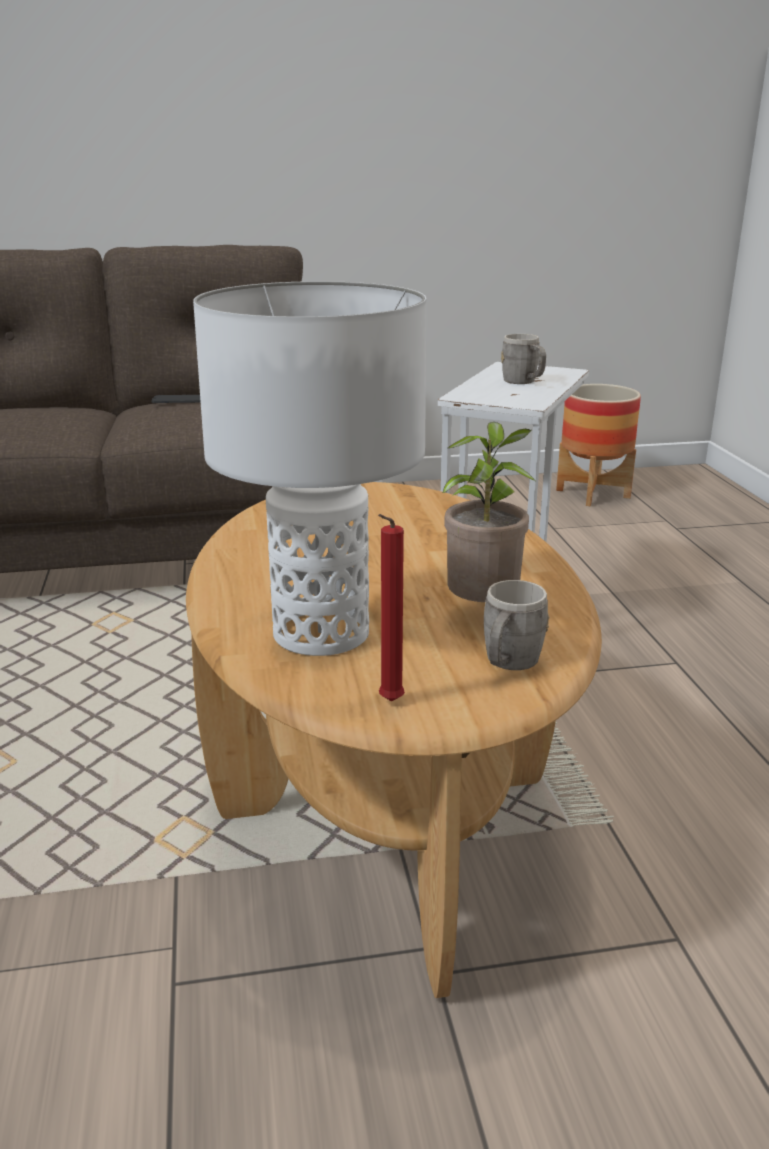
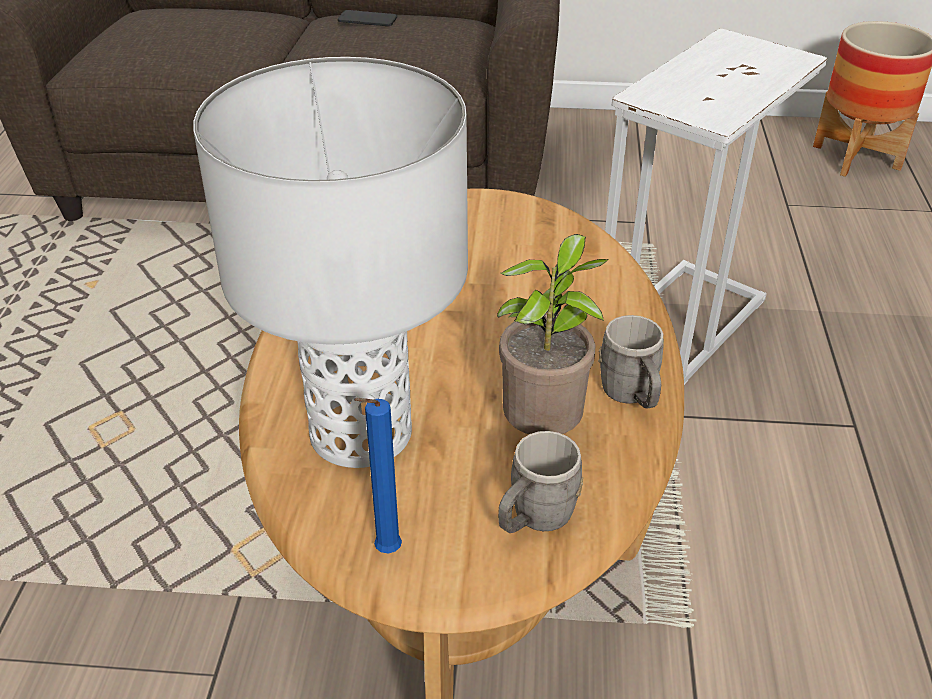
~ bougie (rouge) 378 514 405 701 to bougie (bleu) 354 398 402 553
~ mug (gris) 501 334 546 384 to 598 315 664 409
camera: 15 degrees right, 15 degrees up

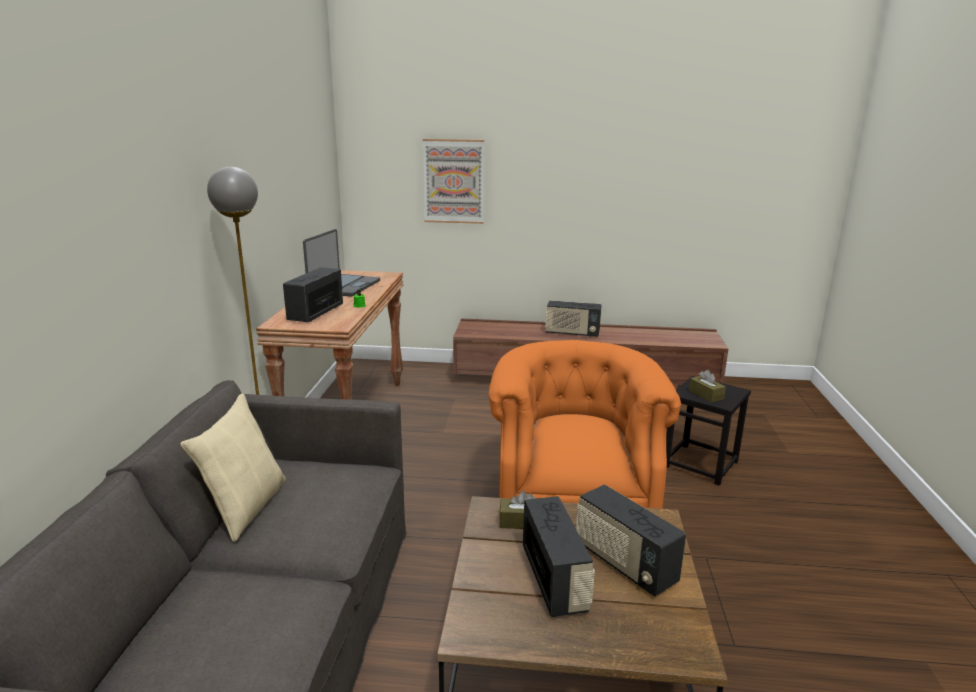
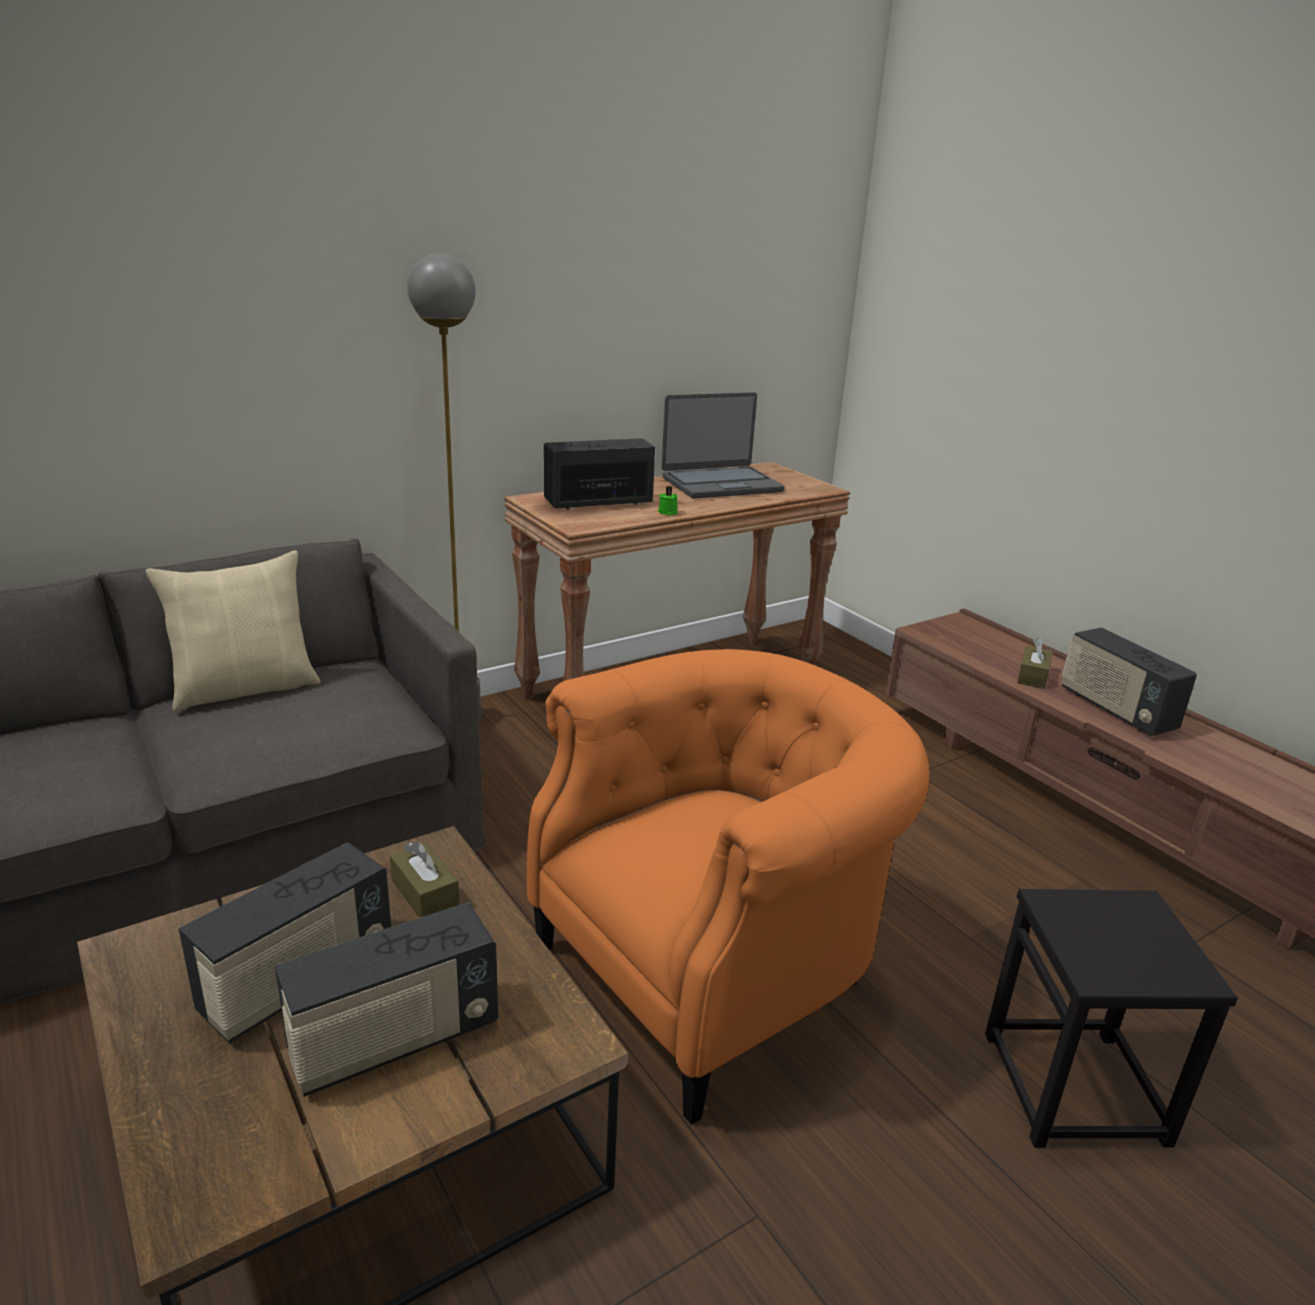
- tableau 423 139 484 224
~ radio 576 484 686 597 = 275 902 498 1097 135 degrees counterclockwise
~ boîte à mouchoirs (marron) 689 370 726 403 to 1017 637 1053 689
camera: 50 degrees right, 5 degrees up

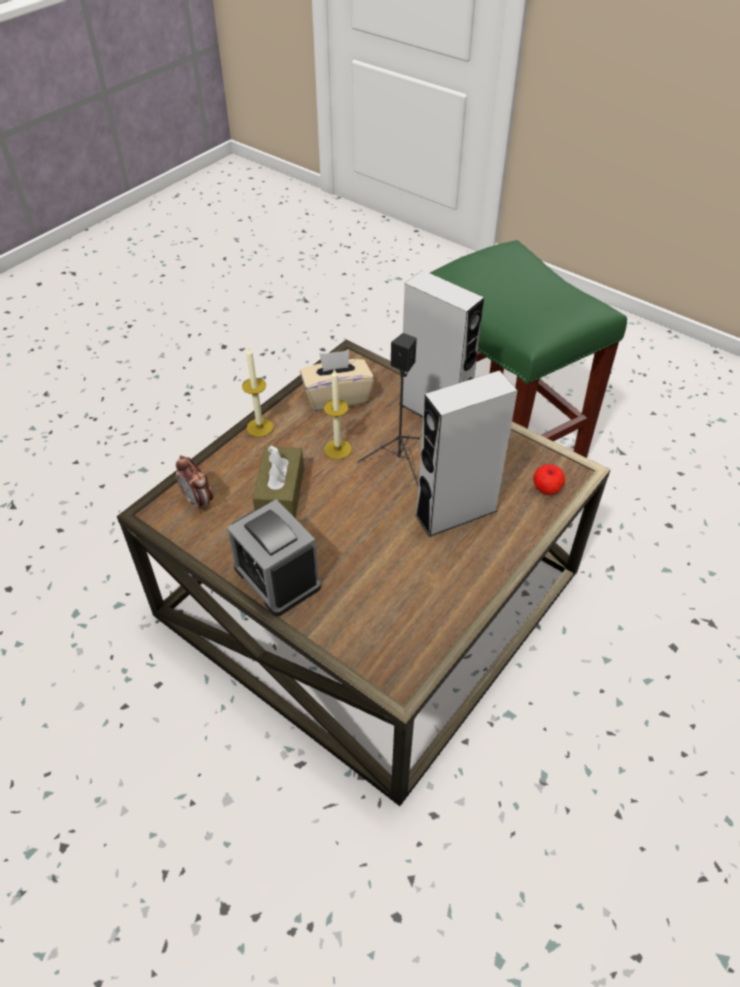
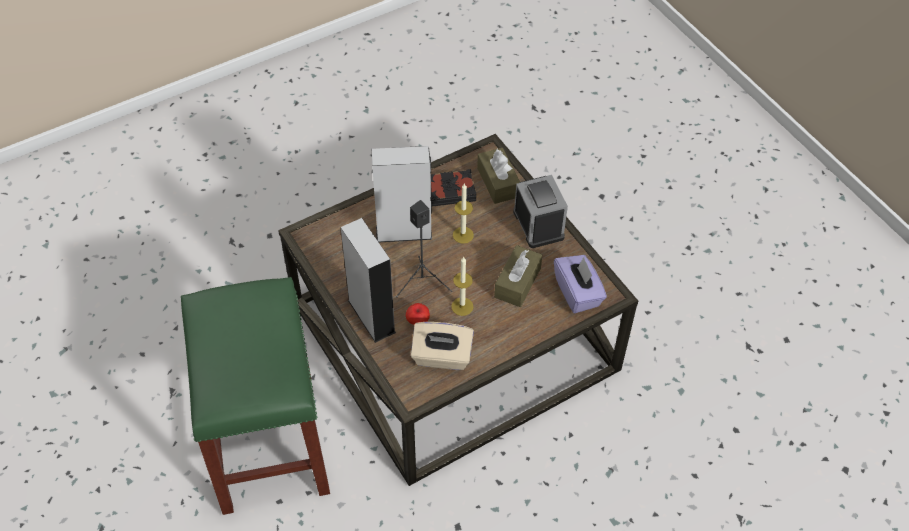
~ réveil 176 455 213 512 to boîte à mouchoirs (violet) 554 255 607 313
~ bougie 242 346 274 437 to 453 183 474 244
~ pomme 533 464 565 495 to 406 303 430 325
+ livre (noir) 431 169 476 207
+ boîte à mouchoirs (marron) 477 148 520 204
camera: 160 degrees left, 5 degrees up

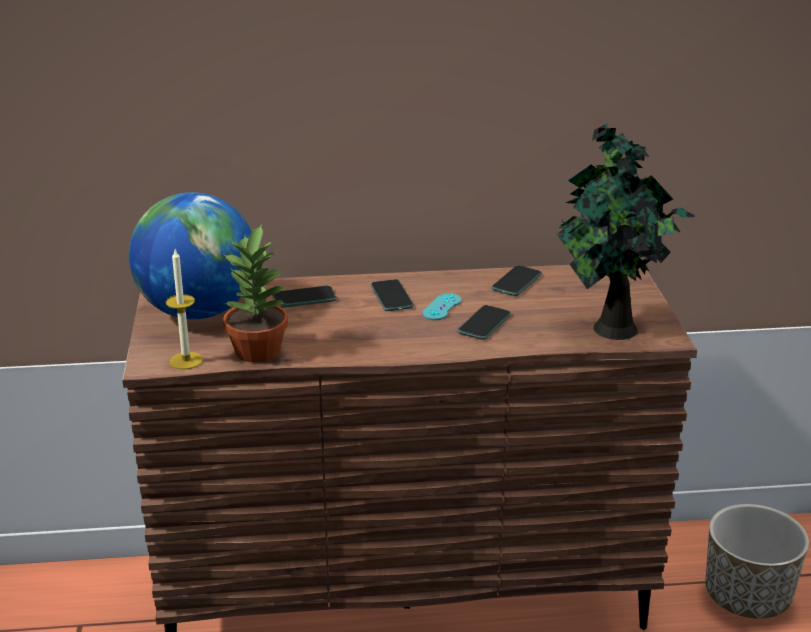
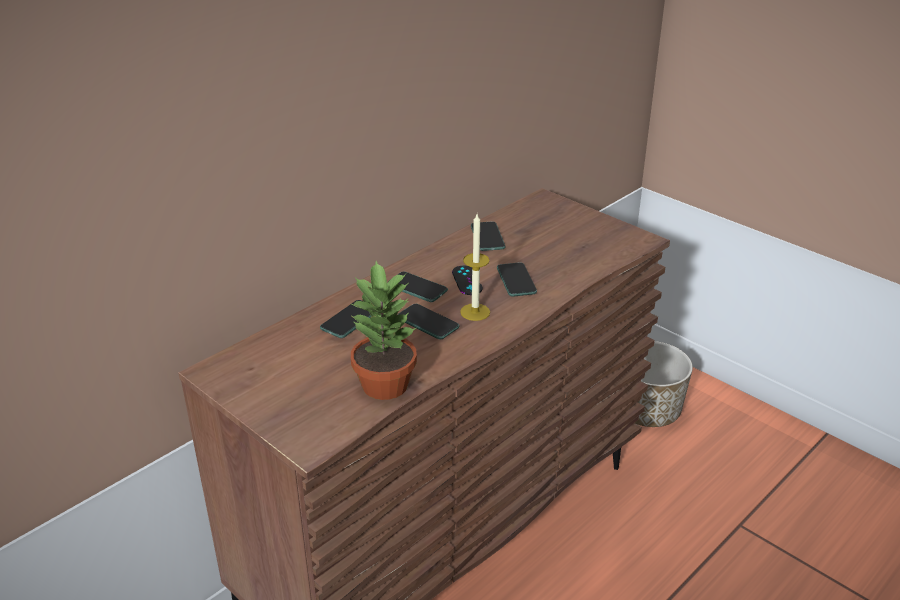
- globe 129 192 251 319
~ bougie 166 250 203 369 to 460 214 490 321
~ manette (turquoise) 422 293 461 320 to manette (noir) 452 266 483 295
- plante en pot 557 123 695 340
+ téléphone 397 304 460 339
camera: 40 degrees left, 5 degrees up

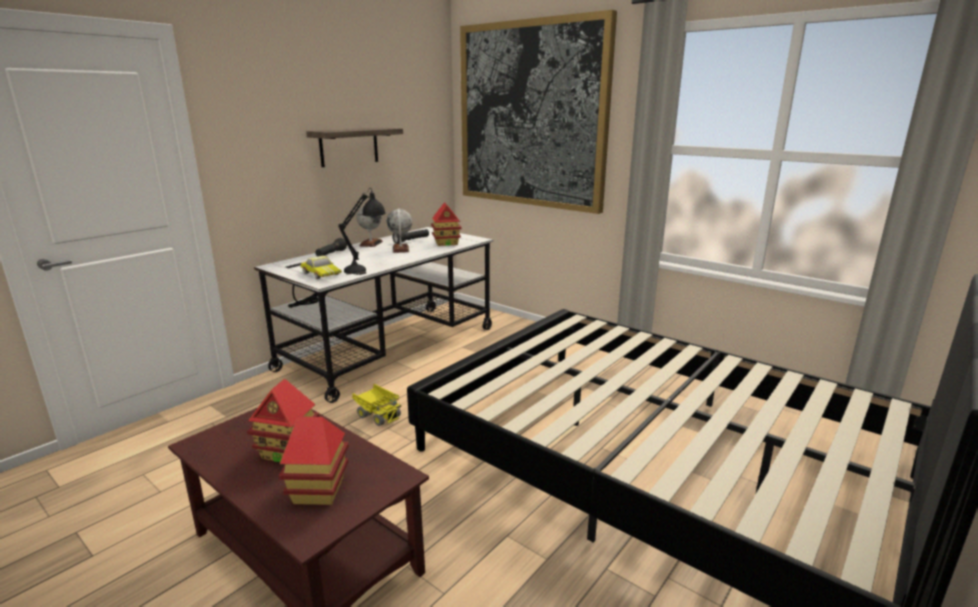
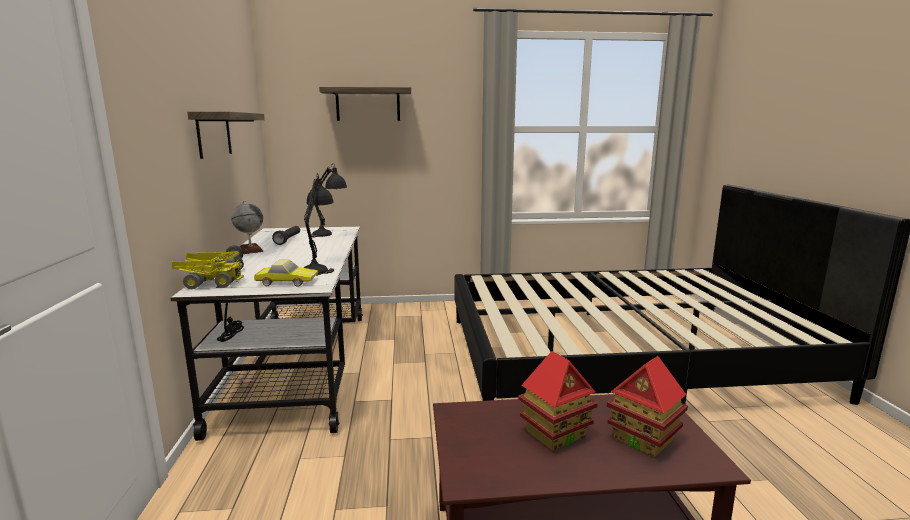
~ camion jouet 352 384 401 426 to 172 251 245 289
- globe 387 209 412 253
~ maison miniature 431 202 462 246 to lampe de table (noir) 311 163 347 237
~ tableau 460 10 617 214 to étagère 319 87 411 121
camera: 45 degrees left, 5 degrees down

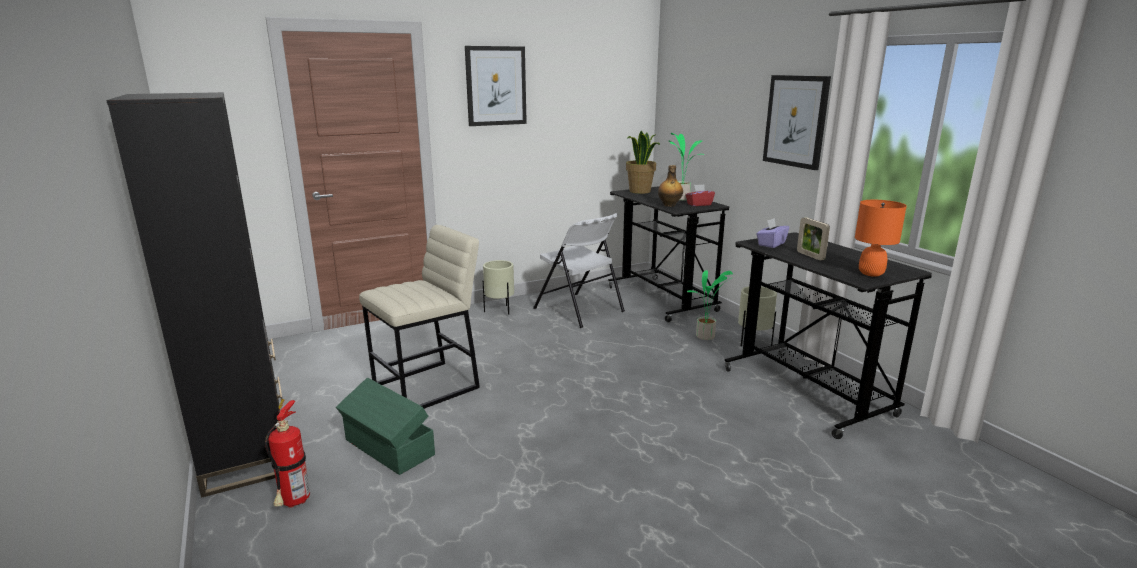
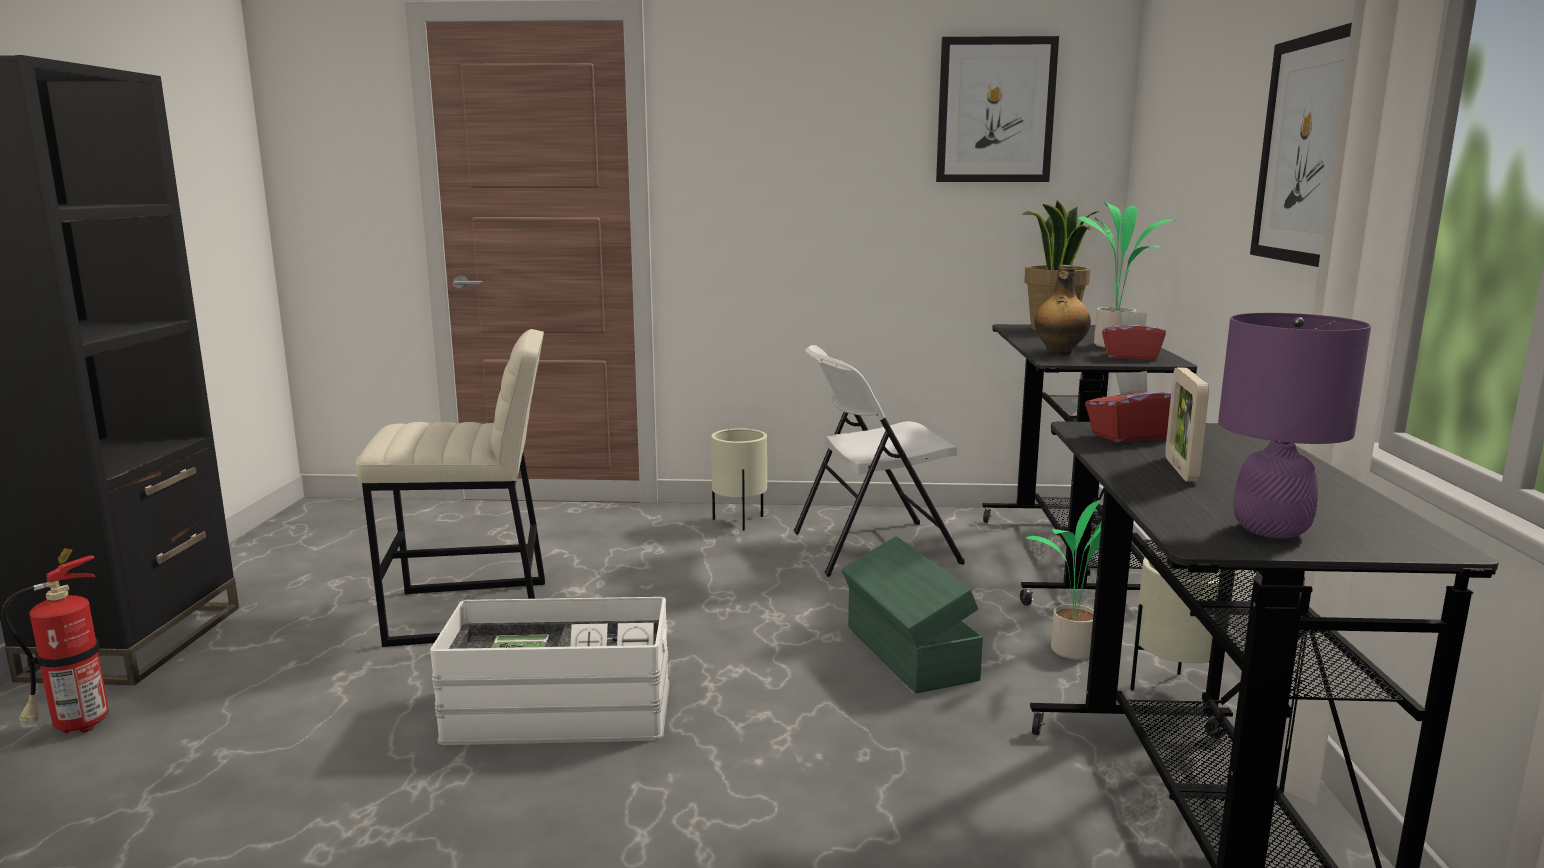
~ boîte de rangement (vert) 336 378 435 475 to 841 536 983 693
~ tableau 465 46 527 126 to 936 36 1059 182
~ chaise (blanc) 533 213 625 328 = 794 345 965 577 90 degrees clockwise
~ boîte à mouchoirs (violet) 756 218 789 248 to boîte à mouchoirs (rouge) 1085 371 1171 442
~ lampe de table (orange) 855 200 907 277 to lampe de table (violet) 1218 313 1371 539
+ boîte de rangement (blanc) 430 597 670 745
camera: 30 degrees right, 5 degrees down

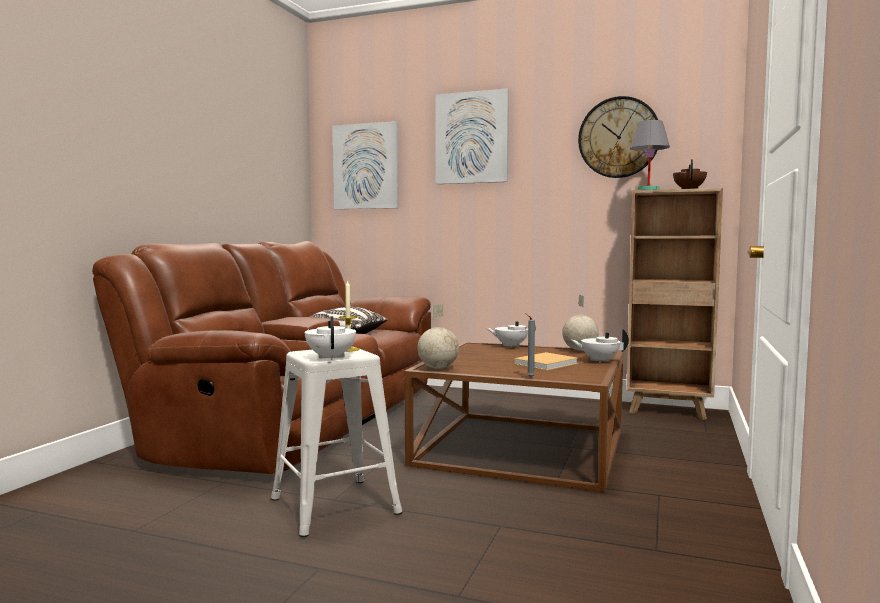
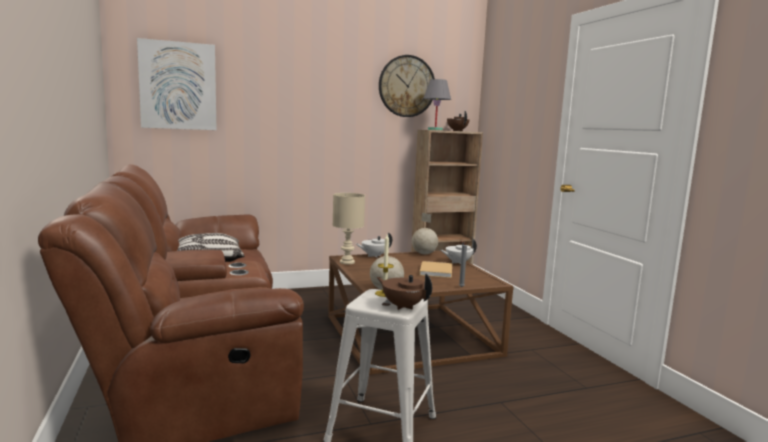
~ théière (blanc) 305 316 356 360 to théière (marron) 377 273 432 310
- tableau 435 88 509 184
+ lampe de table (beige) 333 193 365 264
camera: 40 degrees left, 5 degrees up

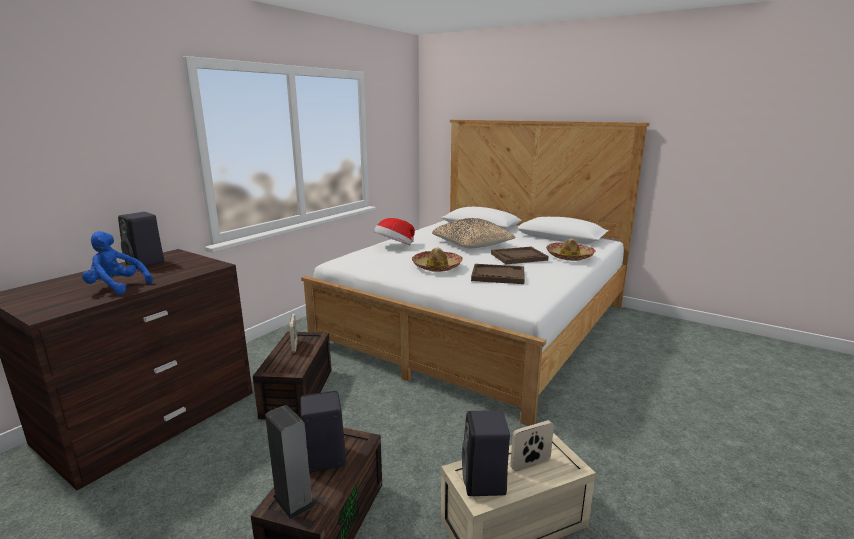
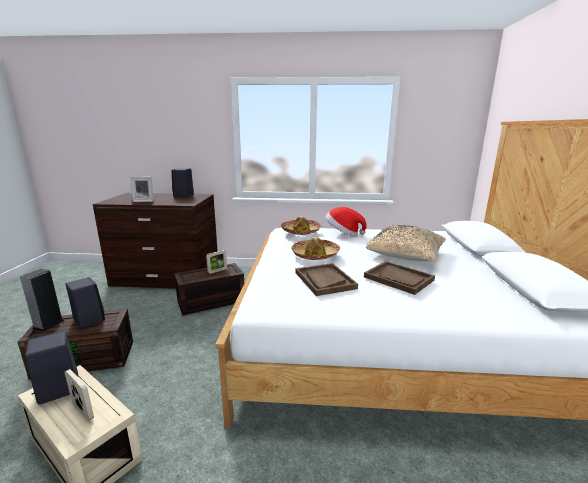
~ peluche (bleu) 82 231 153 294 to cadre photo 130 177 154 202
~ chapeau 546 238 596 261 to 281 216 321 235
camera: 60 degrees right, 0 degrees up

